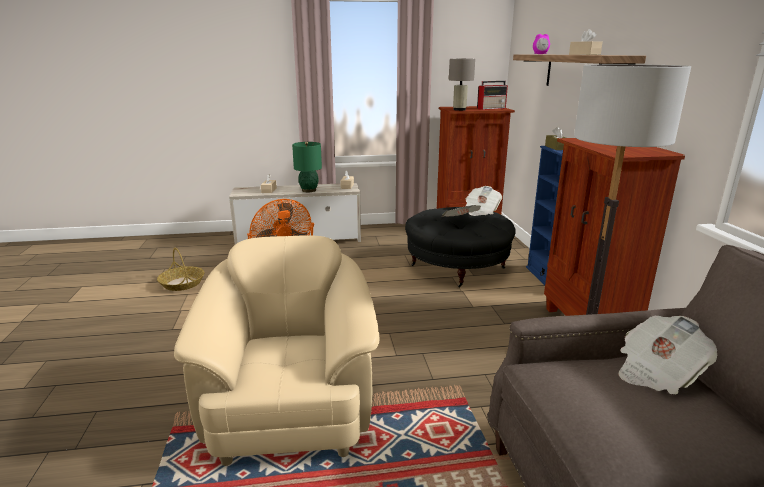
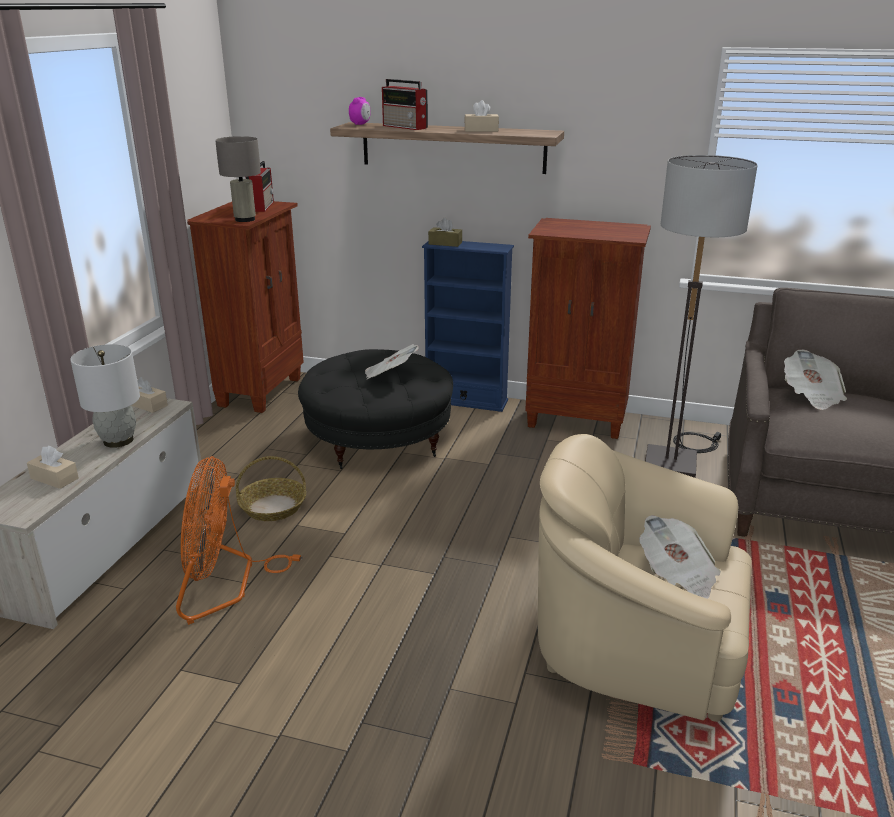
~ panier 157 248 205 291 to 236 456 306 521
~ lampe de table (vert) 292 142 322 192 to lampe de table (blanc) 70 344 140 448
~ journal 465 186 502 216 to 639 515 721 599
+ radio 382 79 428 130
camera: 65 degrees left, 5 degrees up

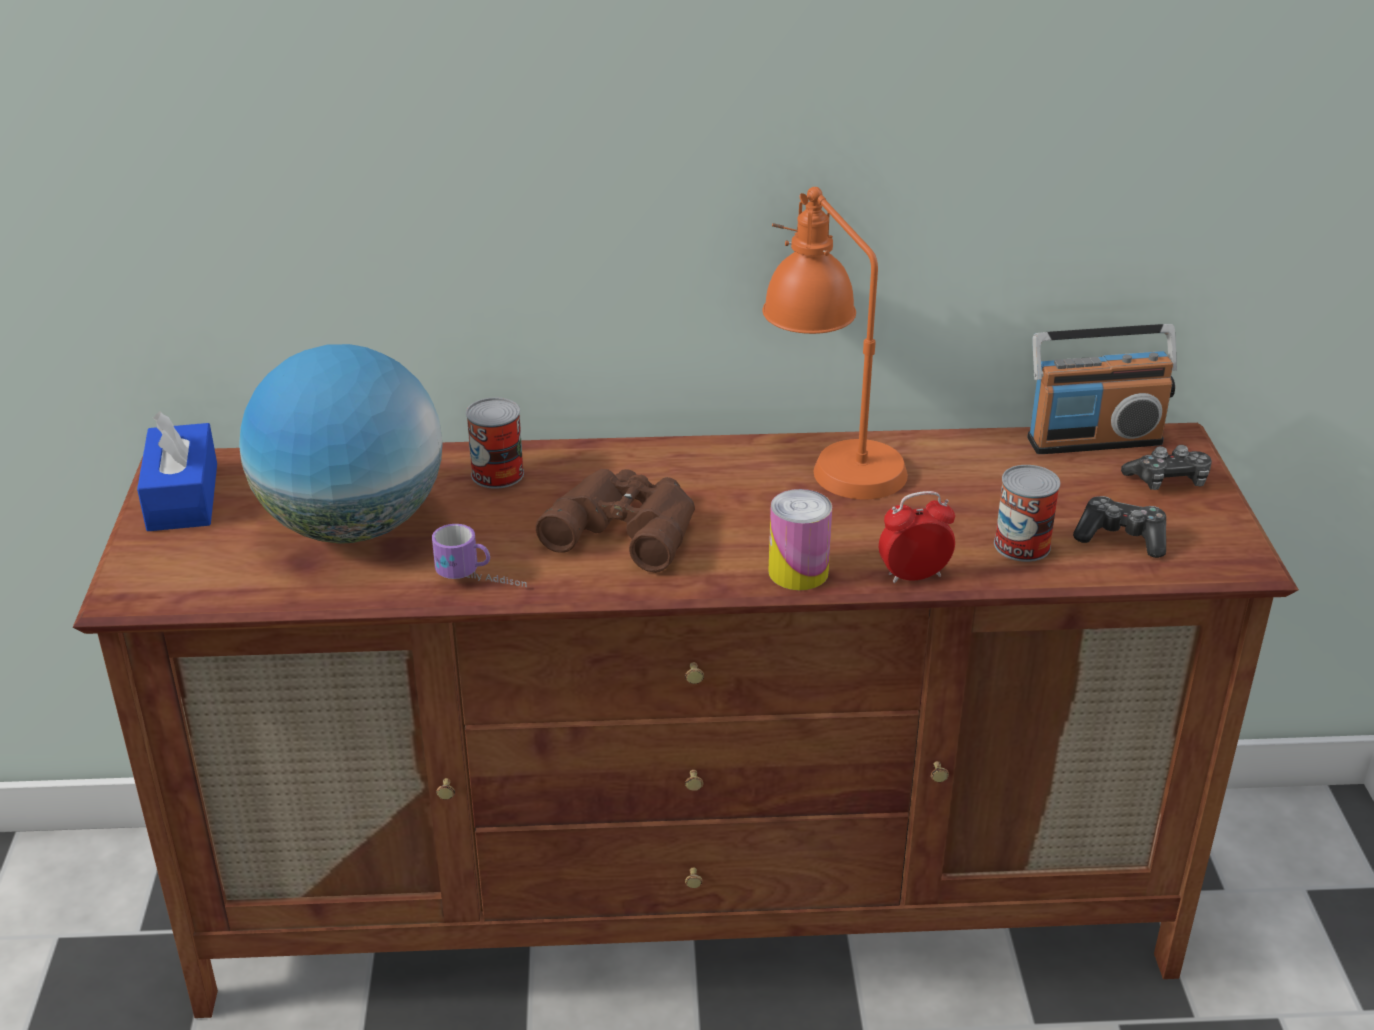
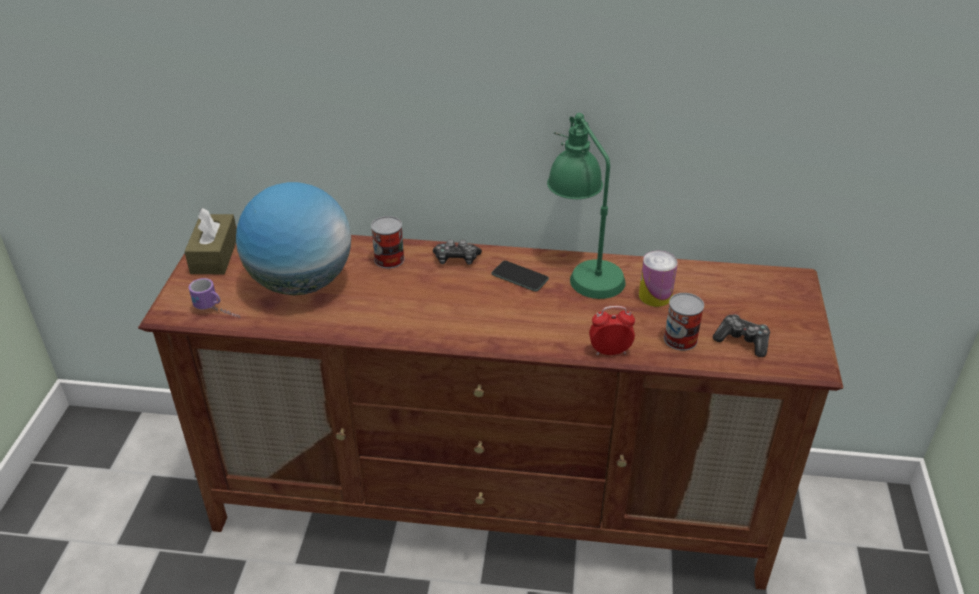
~ boîte à mouchoirs (bleu) 137 411 217 531 to boîte à mouchoirs (marron) 184 208 237 274
~ mug 432 524 527 587 to 189 278 240 318
- jumelles (marron) 536 469 695 573
~ lampe de table (orange) 763 187 908 500 to lampe de table (vert) 547 113 626 299
~ boîte métallique 768 489 832 590 to 639 251 678 307
- radio 1027 324 1177 454
~ manette 1121 445 1212 490 to 433 239 482 265
+ téléphone 492 261 549 292
camera: 10 degrees right, 5 degrees up

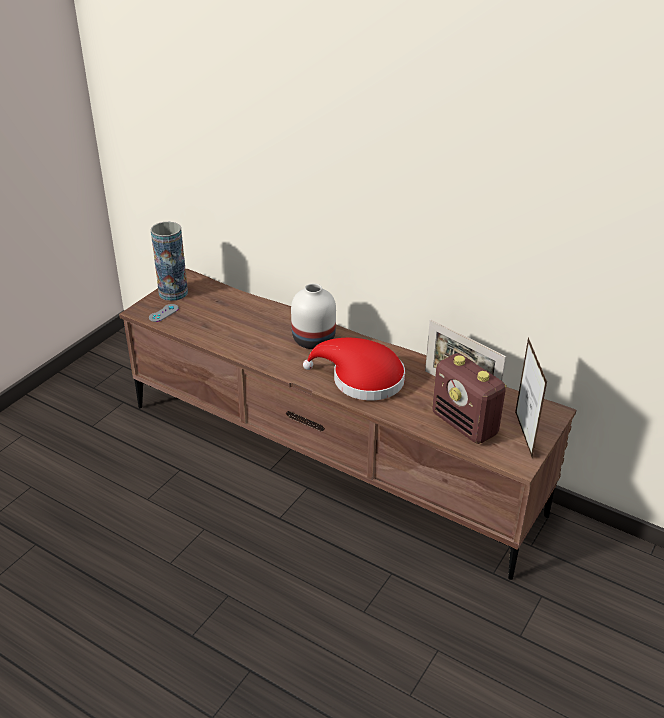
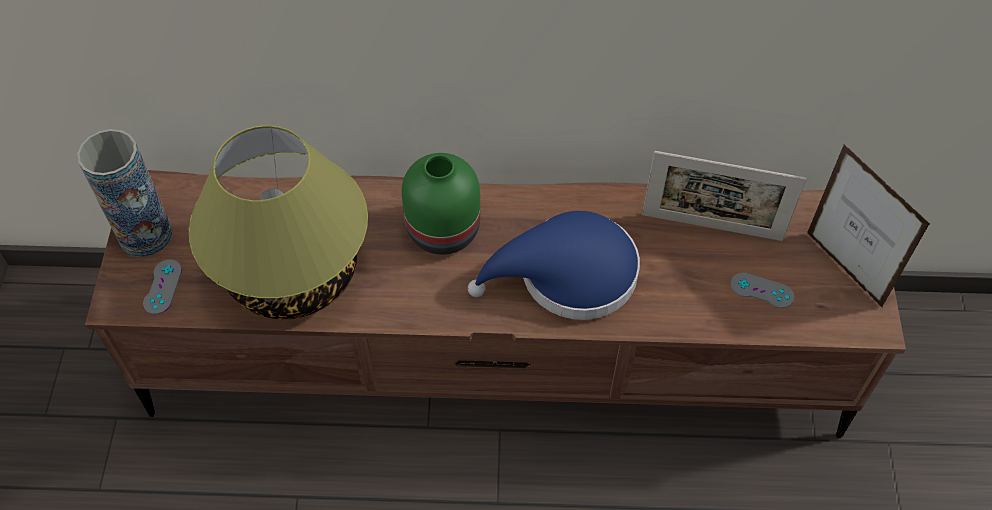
~ vase (blanc) 291 283 336 349 to vase (vert) 402 153 480 255
~ chapeau (rouge) 303 338 405 400 to chapeau (bleu) 468 211 640 320
~ radio 432 353 507 444 to manette (gris) 731 272 794 308
+ lampe de table 189 125 368 319
camera: 30 degrees left, 20 degrees up

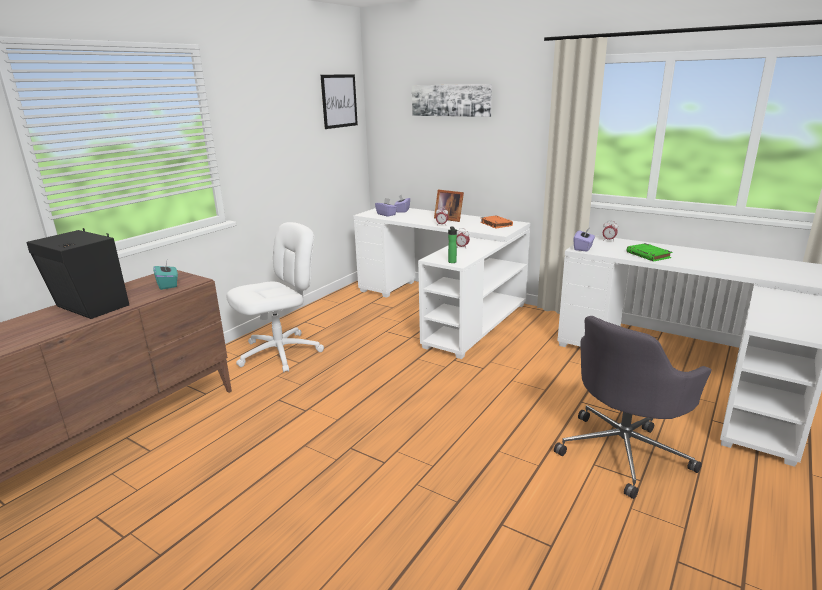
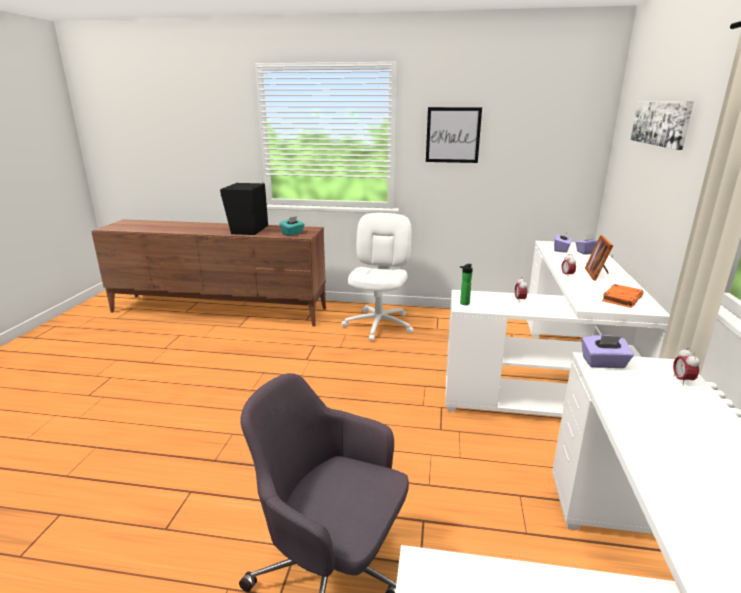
~ chaise de bureau (blanc) 227 222 324 372 = 341 213 414 341 105 degrees counterclockwise
~ tableau 321 74 358 129 to 426 107 482 163
- livre (vert) 626 243 672 261
camera: 65 degrees right, 0 degrees up

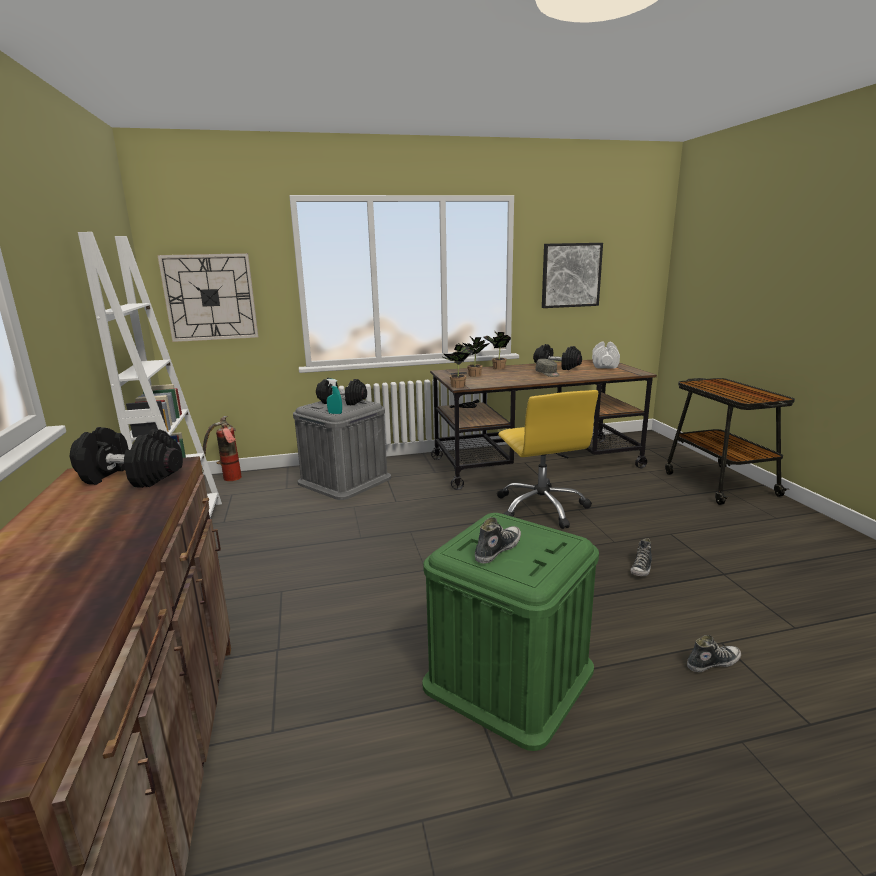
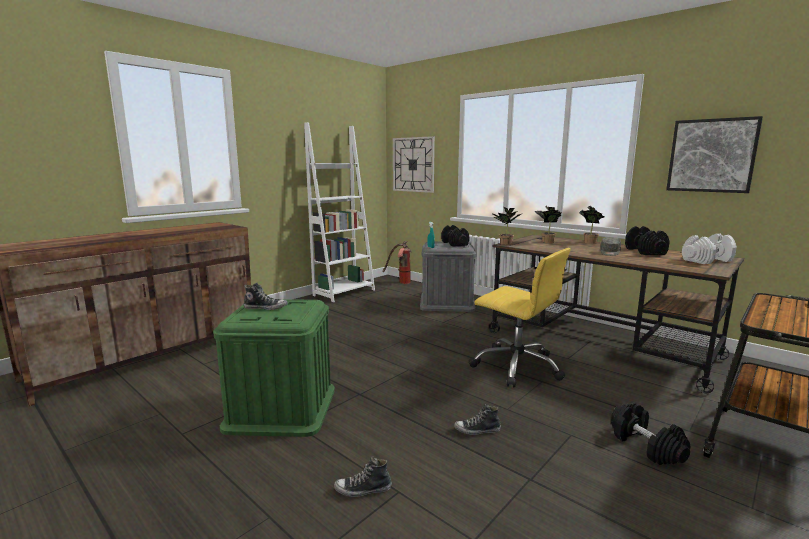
~ haltère (noir) 70 427 183 488 to 611 403 690 465
~ chaise de bureau (jaune) 497 390 598 529 = 469 248 571 388 90 degrees counterclockwise
~ chaussure 687 635 741 672 = 334 457 392 497 135 degrees clockwise
camera: 55 degrees right, 5 degrees down

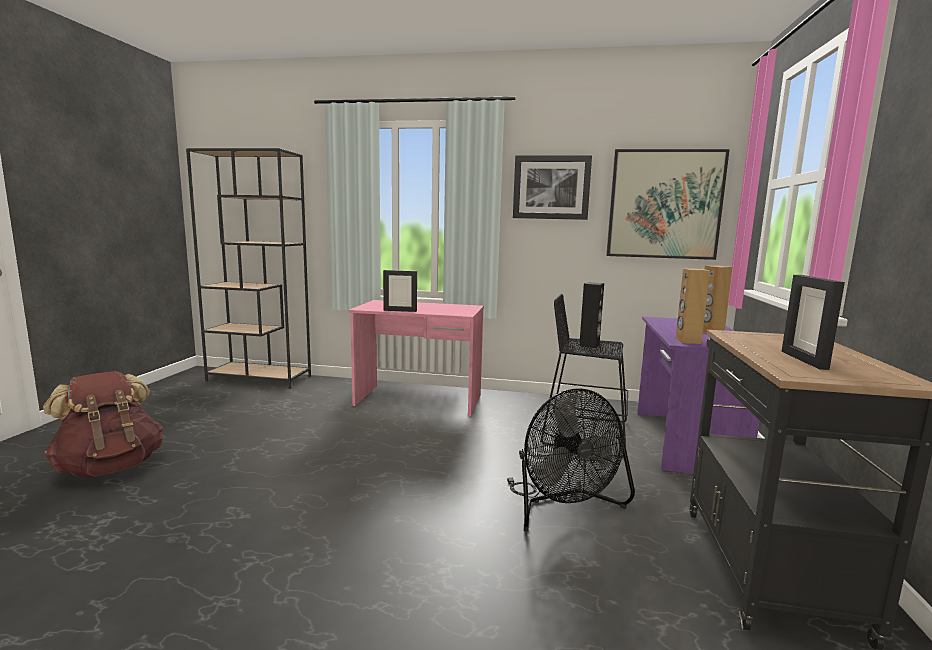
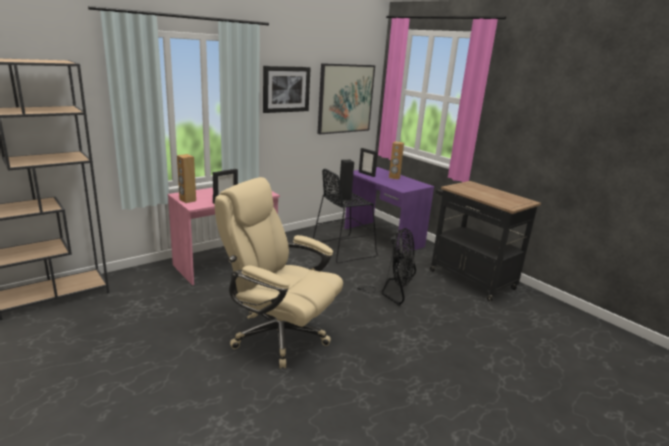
- sac à dos (marron) 43 371 163 478
~ enceinte (marron) 675 268 710 344 to 177 154 196 203
~ cadre photo 781 275 845 370 to 359 148 378 177
+ chaise de bureau (beige) 215 177 343 368
camera: 50 degrees left, 10 degrees up

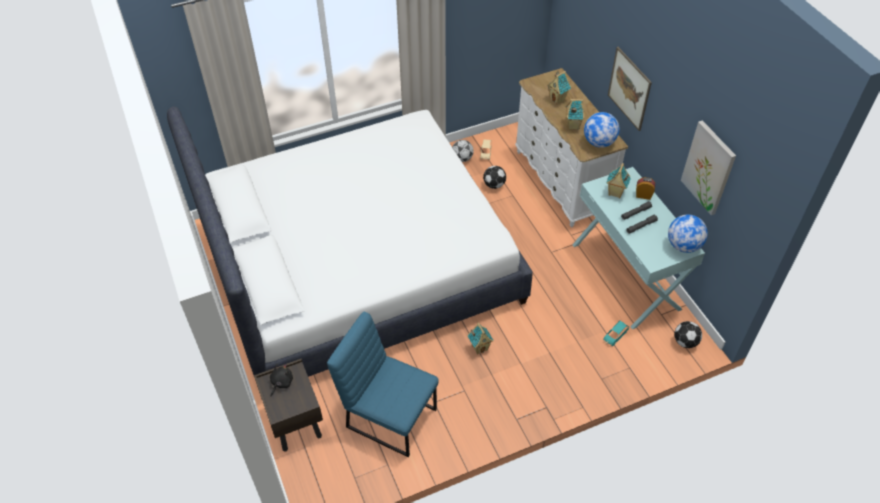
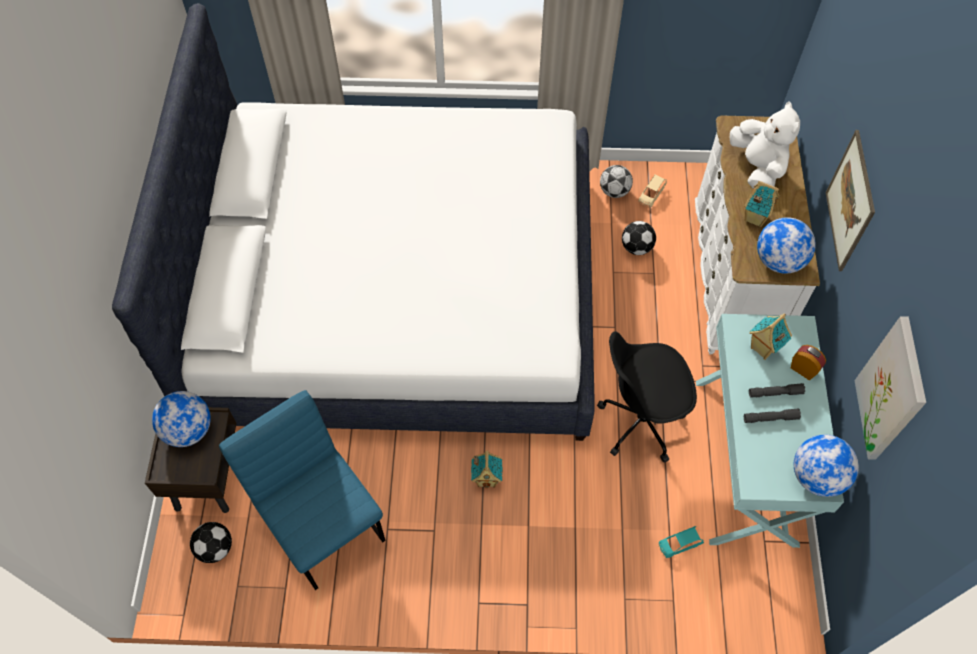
~ peluche (noir) 270 364 293 396 to globe 152 391 211 447
~ maison miniature 547 71 571 104 to peluche (blanc) 730 101 800 189
~ ballon de foot 674 321 702 348 to 190 522 232 563
+ chaise de bureau (noir) 597 331 697 462
camera: 25 degrees right, 10 degrees up

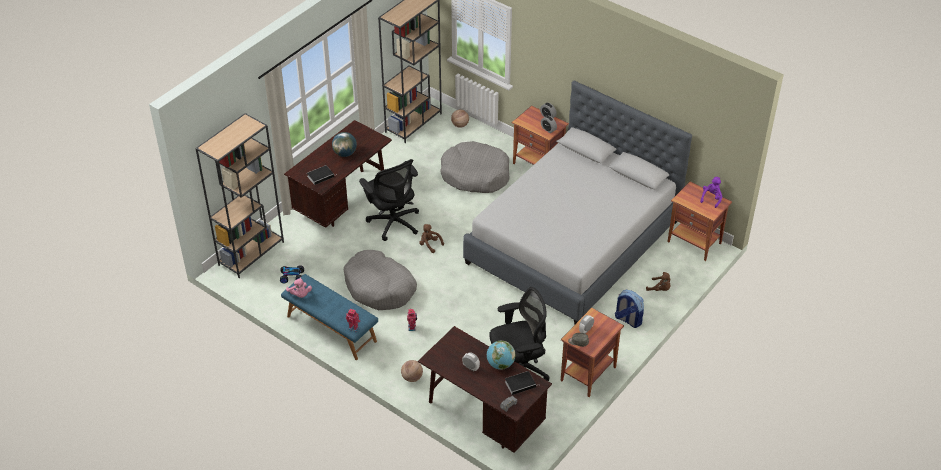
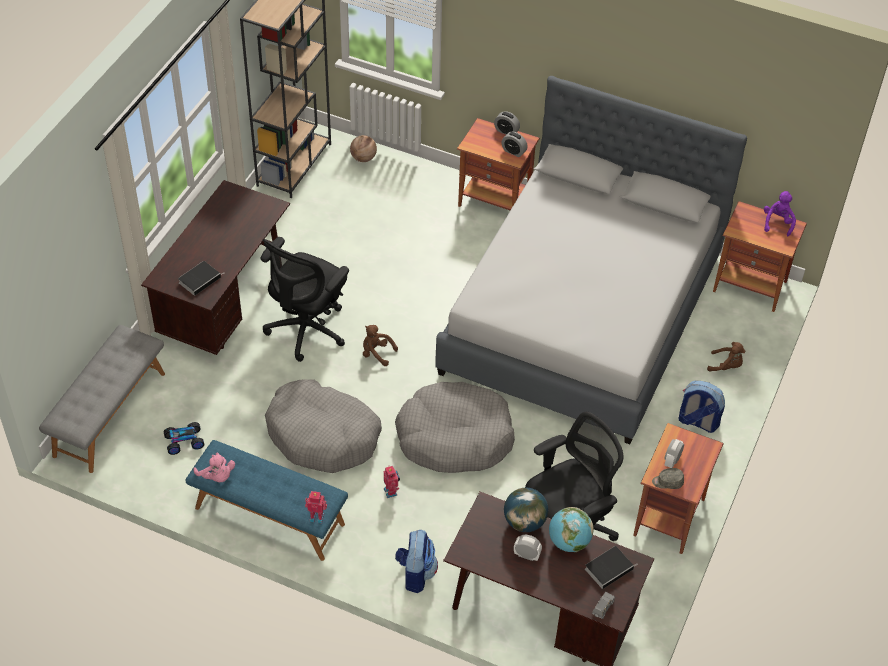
~ bibliothèque 195 113 284 278 to banc (gris) 39 325 165 473
~ globe 332 132 357 157 to 504 488 548 532
~ chaise de bureau (noir) 359 159 419 241 = 260 237 349 362 75 degrees clockwise
~ ballon de basket 401 360 423 382 to sac à dos 395 530 438 593
~ panier pour chien (gris) 440 141 510 193 to 395 382 515 473
camera: 15 degrees left, 5 degrees up

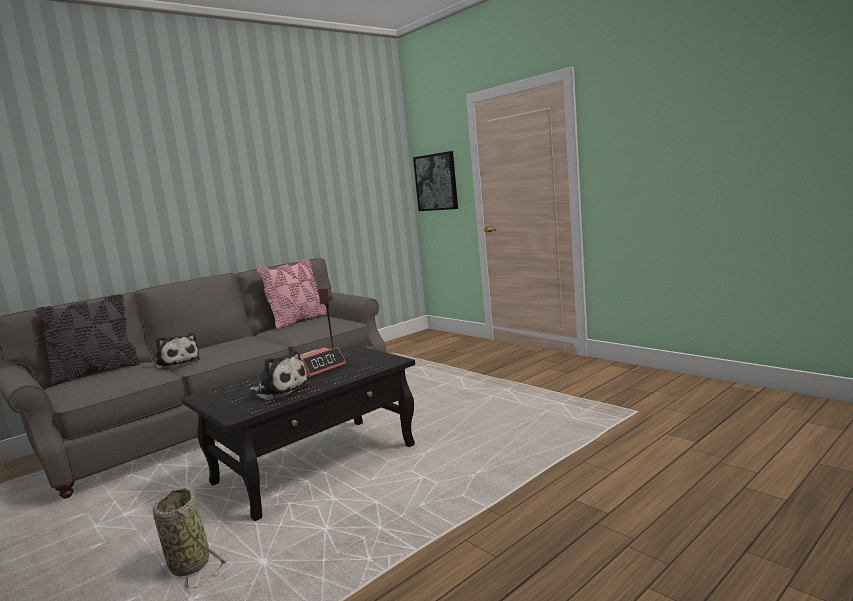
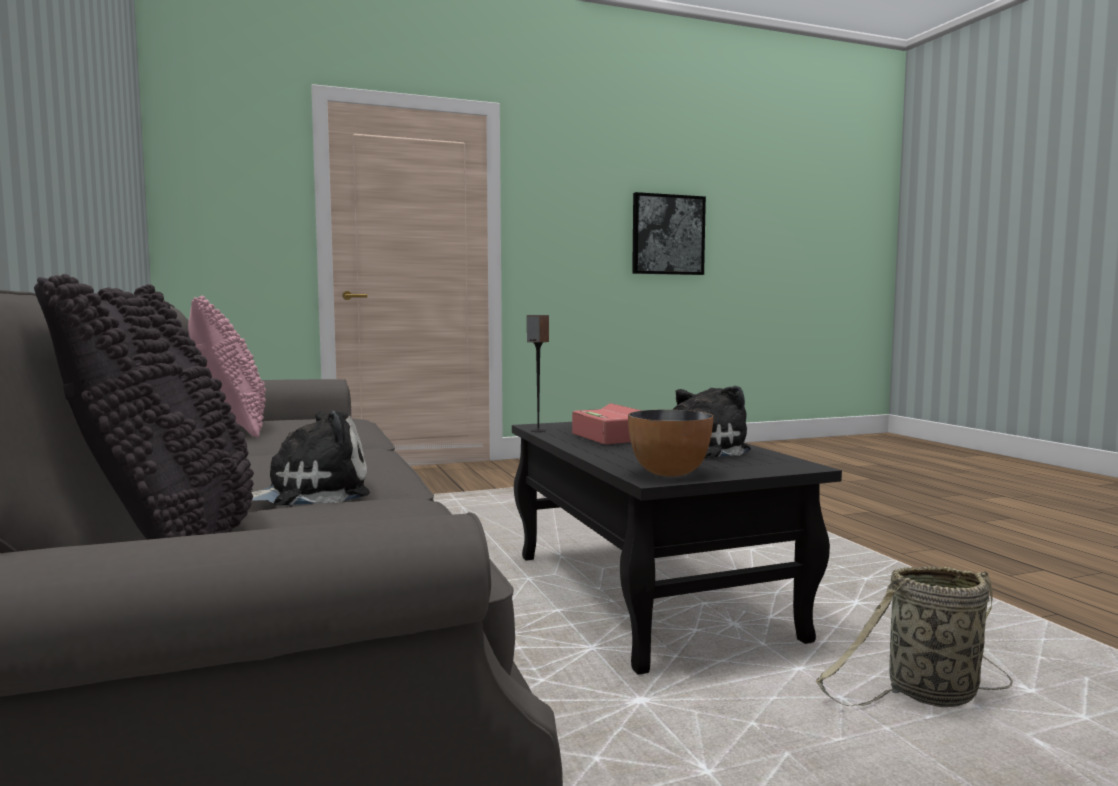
~ tableau 413 151 458 211 to 632 192 706 275
+ bol 628 410 713 476
camera: 70 degrees left, 5 degrees down

